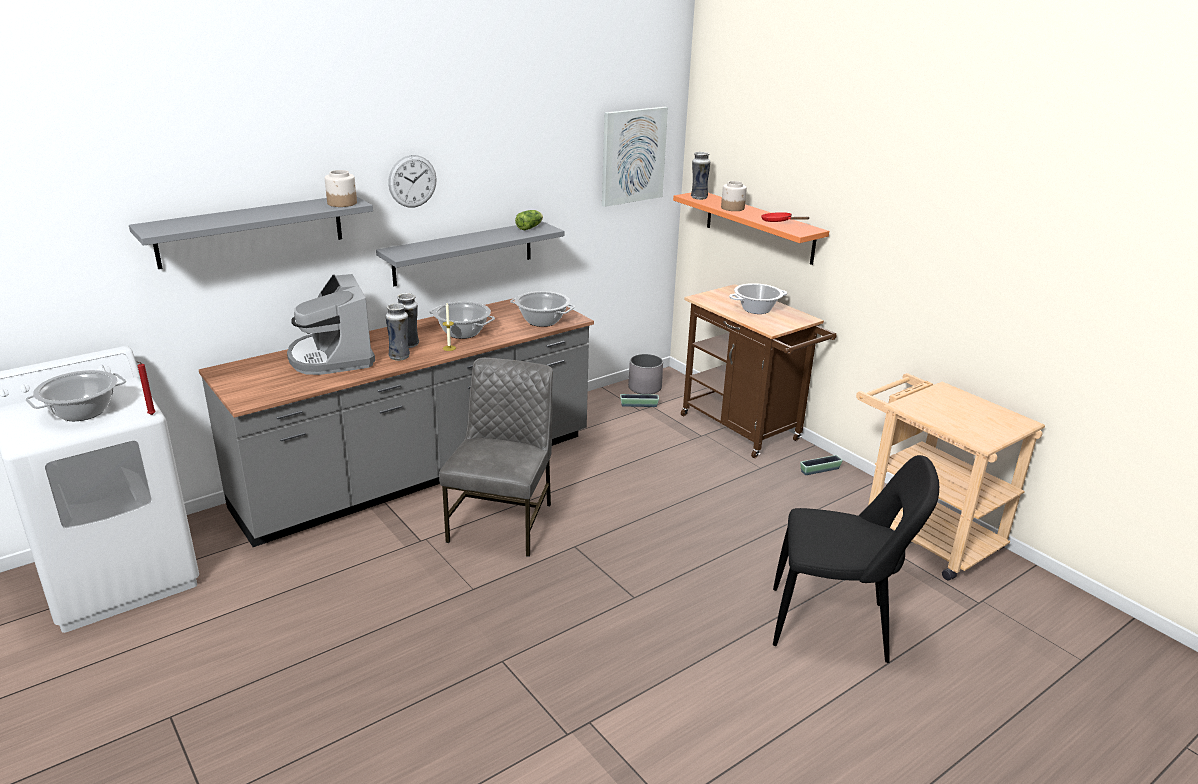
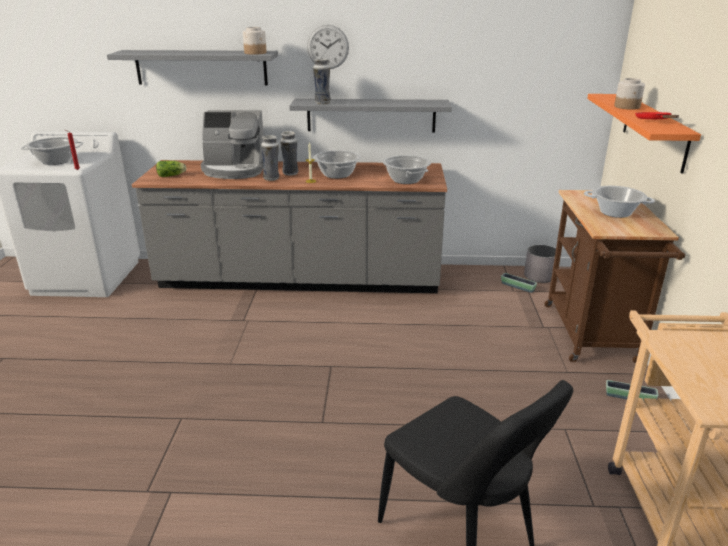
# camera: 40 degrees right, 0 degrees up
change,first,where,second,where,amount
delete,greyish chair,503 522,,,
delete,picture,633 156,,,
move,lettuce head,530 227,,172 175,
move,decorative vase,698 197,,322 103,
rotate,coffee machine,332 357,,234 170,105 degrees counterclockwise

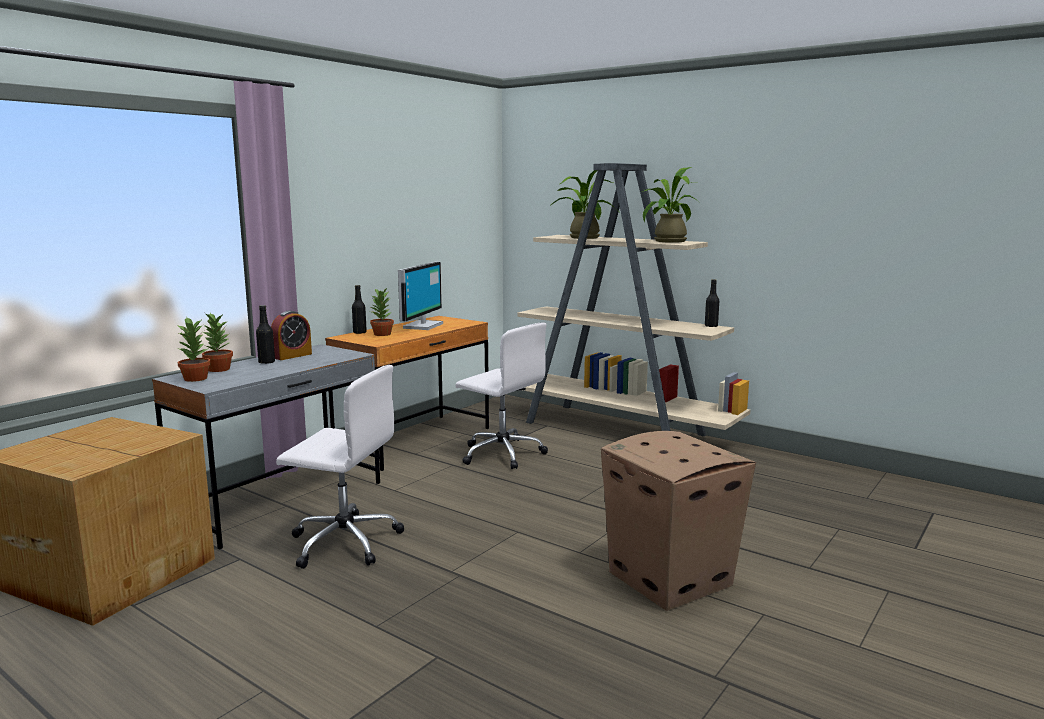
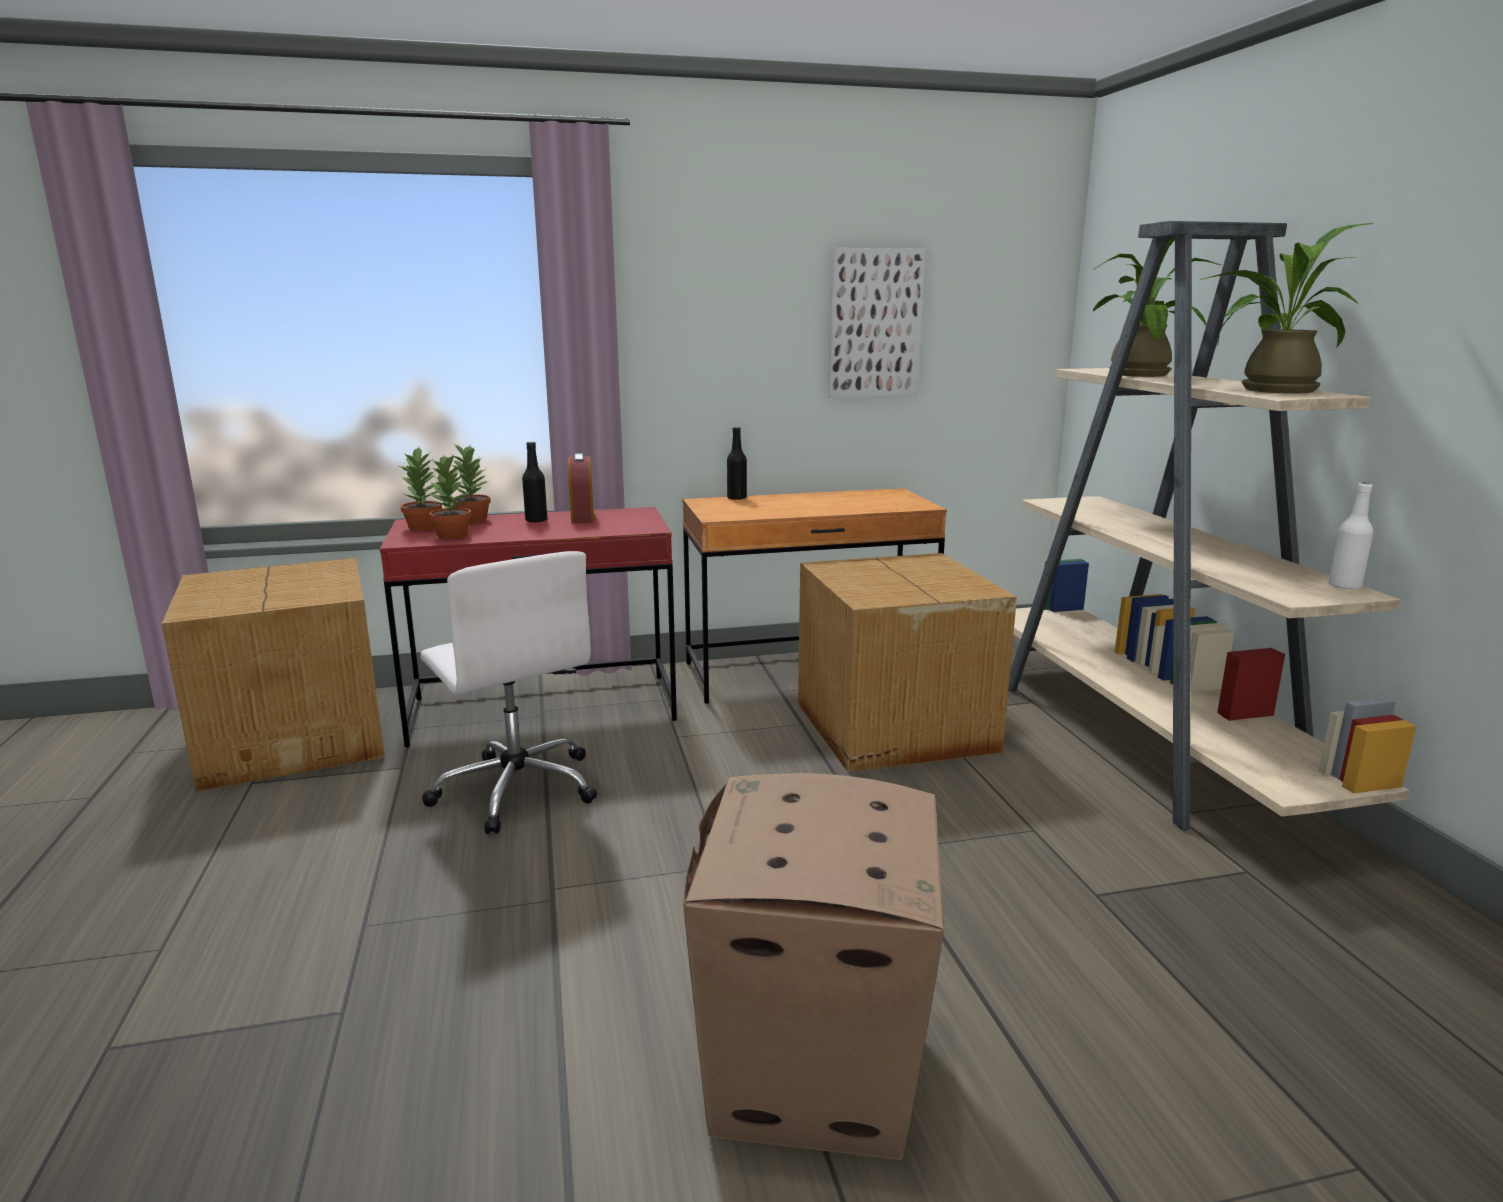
# camera: 40 degrees right, 5 degrees up
change,first,where,second,where,amount
delete,computer display,421 326,,,
insert,,,picture,875 324,
move,potted plant,382 334,,452 536,
replace,white-coloured computer chair,501 453,carton,893 728,
recolor,greyish desk,281 502,red desk,544 710,
recolor,black beverage bottle,711 326,white-coloured beverage bottle,1344 586,
rotate,table clock,292 356,,582 517,90 degrees counterclockwise

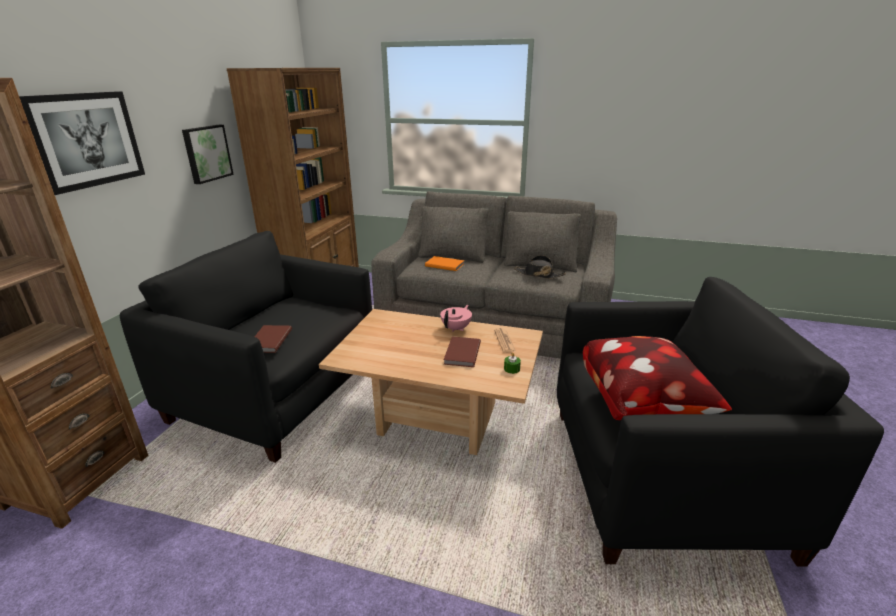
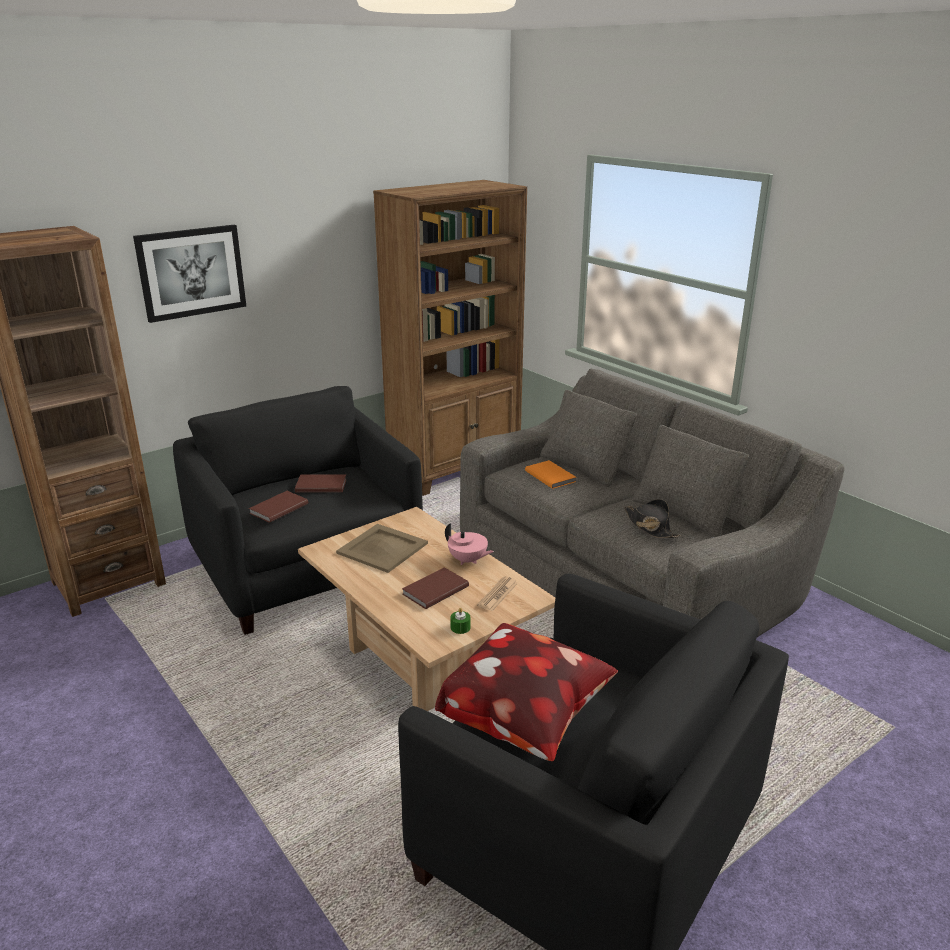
# camera: 35 degrees right, 0 degrees up
change,first,where,second,where,amount
delete,picture,206 153,,,
insert,,,brownish bound book,320 485,
insert,,,beige carrying tray,381 548,
rotate,pinkish pot for tea,456 328,,468 560,60 degrees clockwise

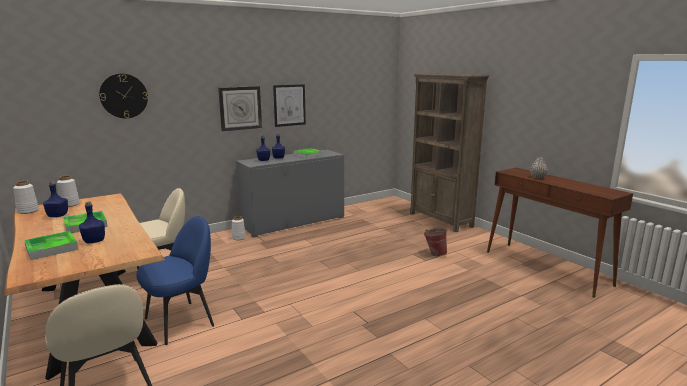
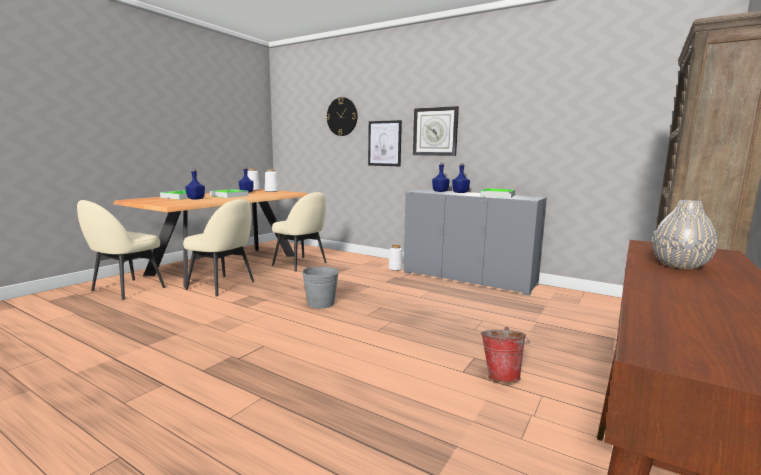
# camera: 65 degrees right, 5 degrees down
change,first,where,second,where,amount
insert,,,greyish water bucket,320 303,
move,picture,289 105,,384 143,
recolor,blue-coloured chair,181 321,beige chair,222 286,

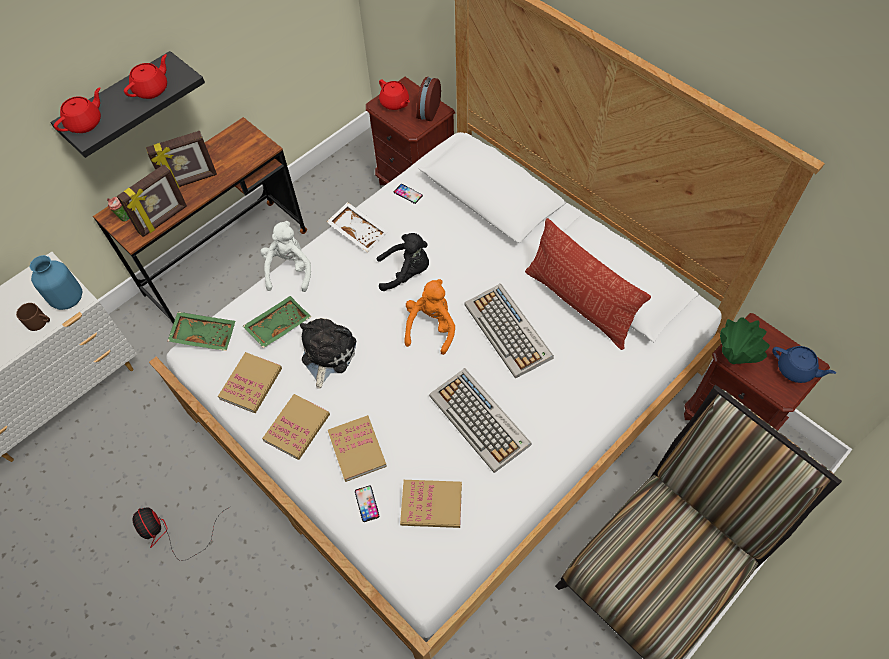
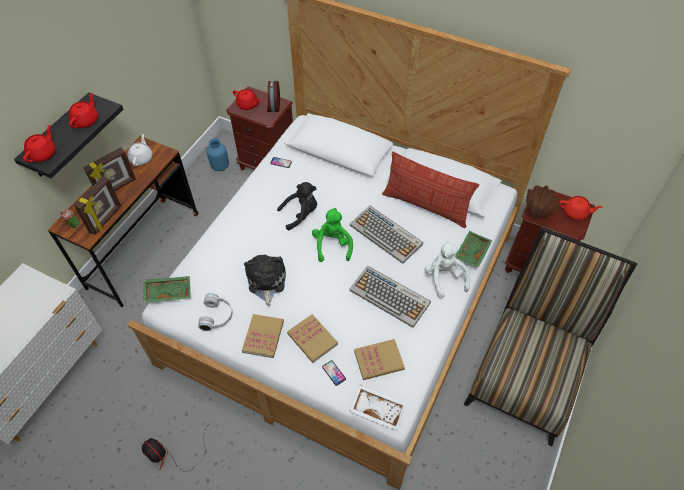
# camera: 20 degrees left, 5 degrees down
change,first,where,second,where,amount
delete,brownish mug,40 322,,,
insert,,,white-coloured pot for tea,142 158,
move,blue-coloured decorative vase,68 299,,219 166,
move,greenish carrying tray,278 325,,471 252,
move,white-coloured soft toy,289 270,,444 278,
move,white-coloured carrying tray,359 231,,378 409,
replace,bound book,251 383,white-coloured headset,217 316,
recolor,orange soft toy,431 327,greenish soft toy,332 245,
recolor,greenish decorative vase,732 358,brownish decorative vase,535 216,
recolor,blue-coloured pot for tea,795 370,red pot for tea,576 213,

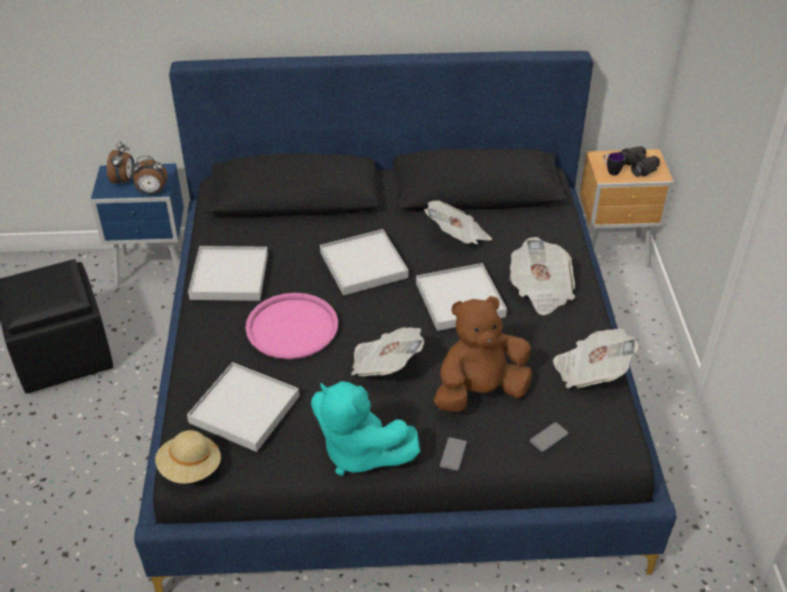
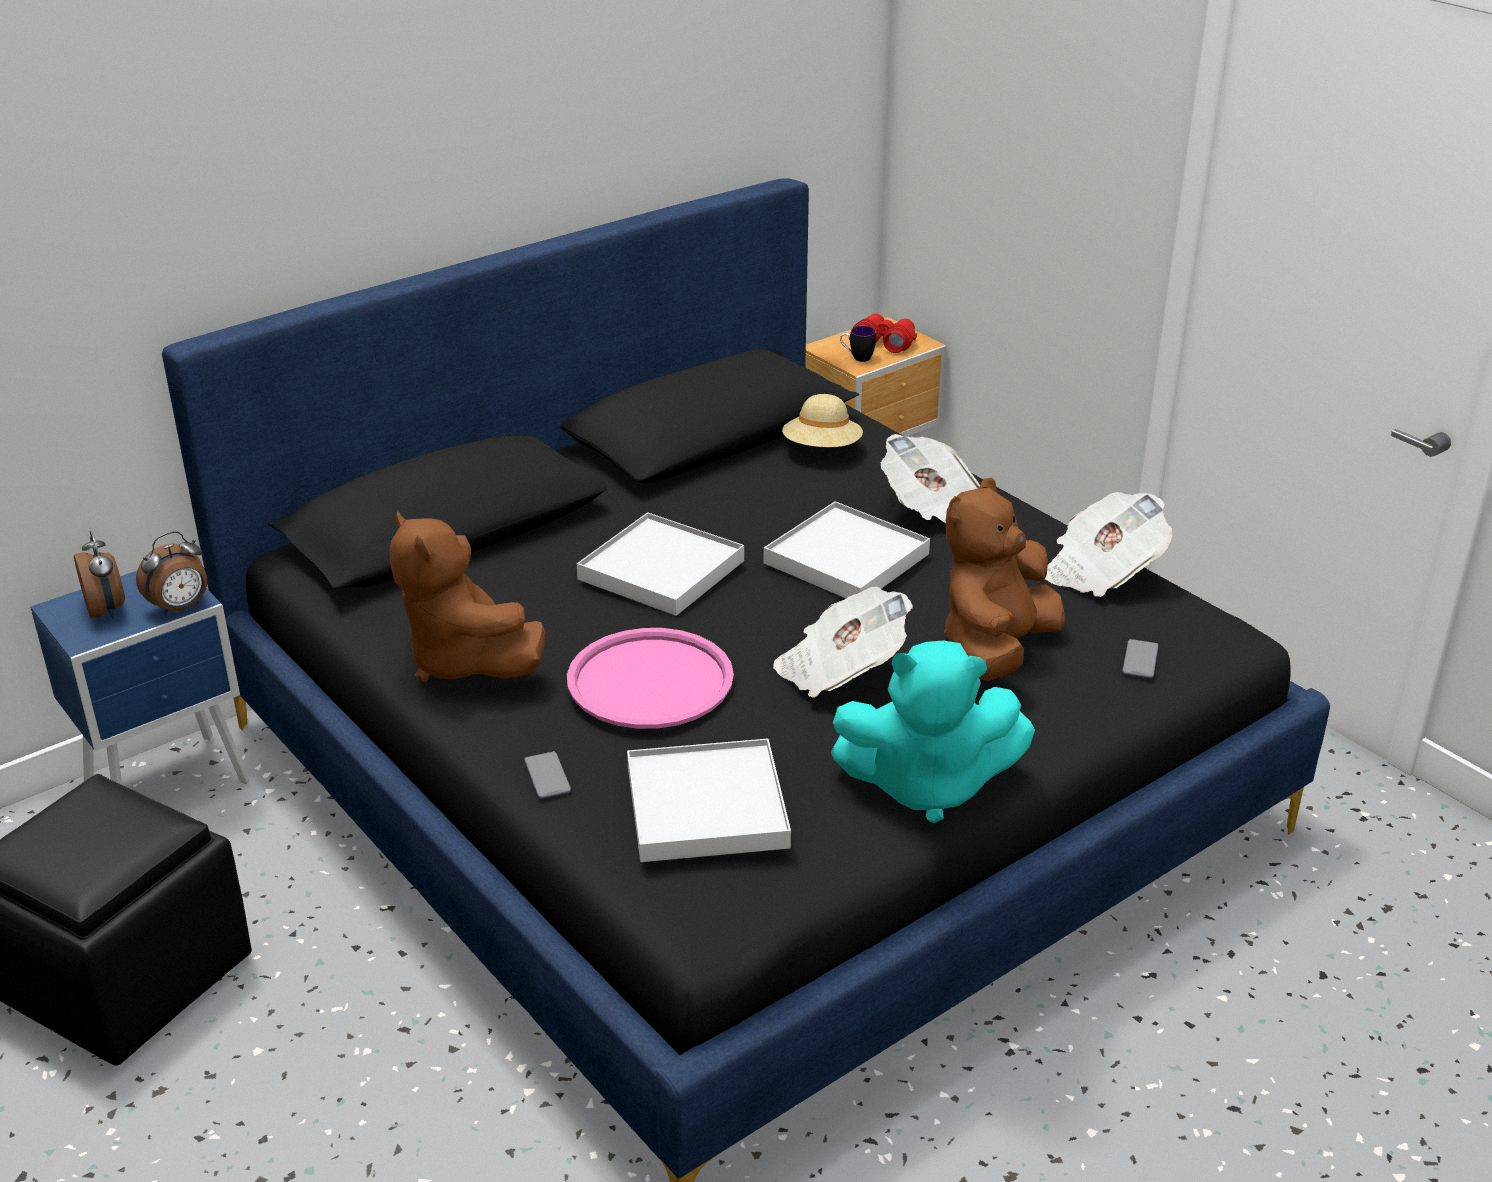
# camera: 35 degrees left, 10 degrees down
change,first,where,second,where,amount
delete,newspaper,457 237,,,
move,beige clothing hat,190 468,,822 449,
move,handset,453 454,,547 776,
replace,white-coloured carrying tray,229 276,brownish soft toy,465 662,
recolor,black field glasses,638 166,red field glasses,884 342,

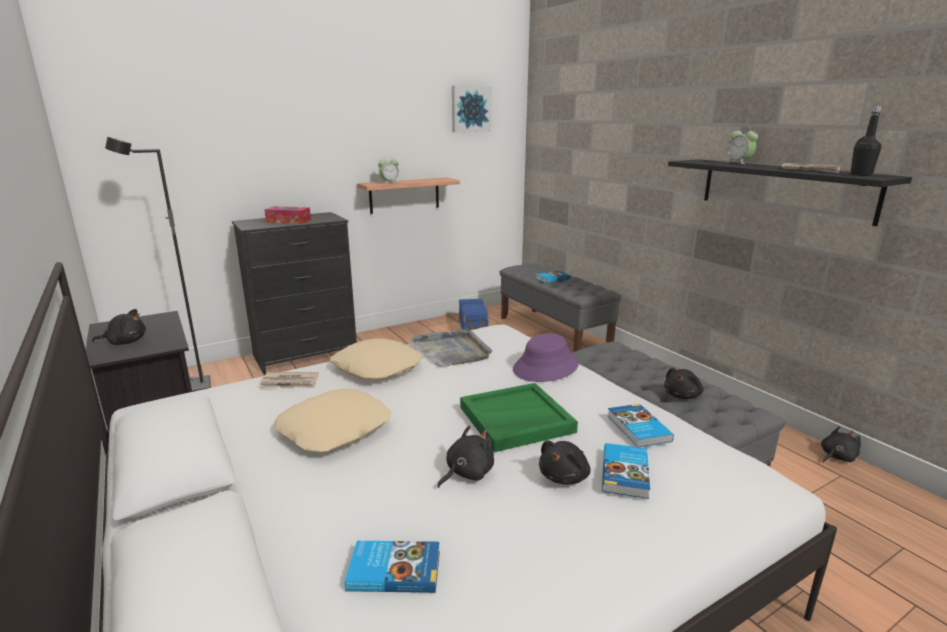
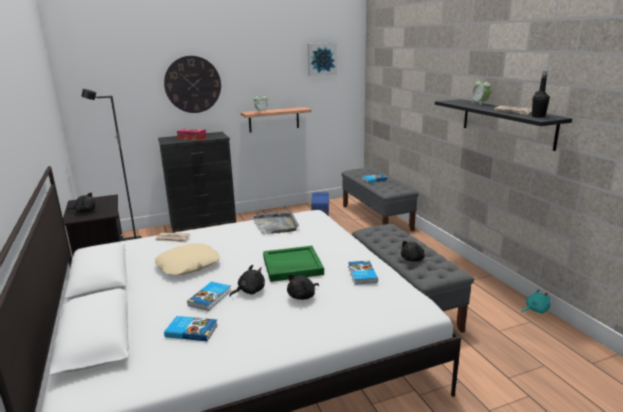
# camera: 10 degrees right, 0 degrees up
change,first,where,second,where,amount
delete,beige throw pillow,376 368,,,
delete,purplish clothing hat,546 367,,,
insert,,,clock on the wall,193 84,
move,bound book,626 473,,210 298,
recolor,black soft toy,836 457,turquoise soft toy,535 310,

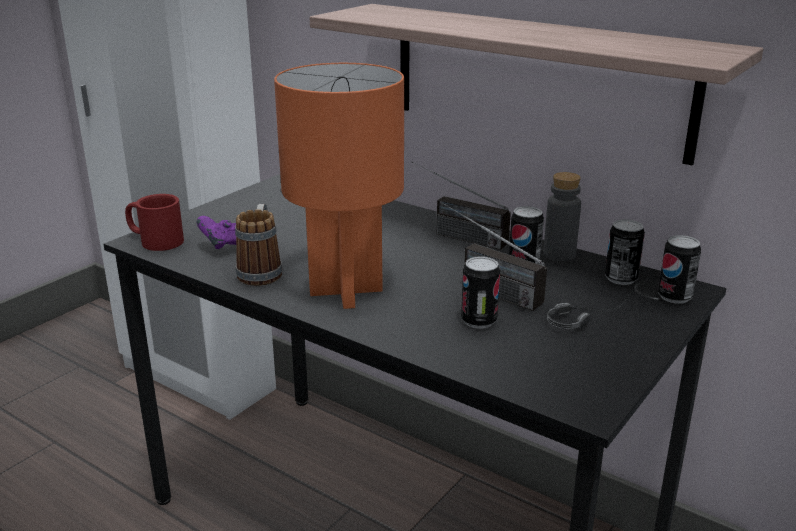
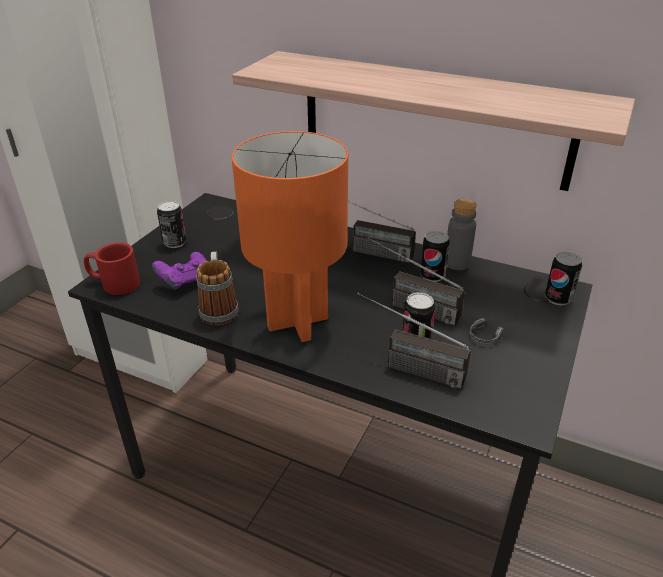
# camera: 10 degrees left, 10 degrees up
change,first,where,second,where,amount
insert,,,radio,406 367,
move,sealed can,621 278,,175 243,

